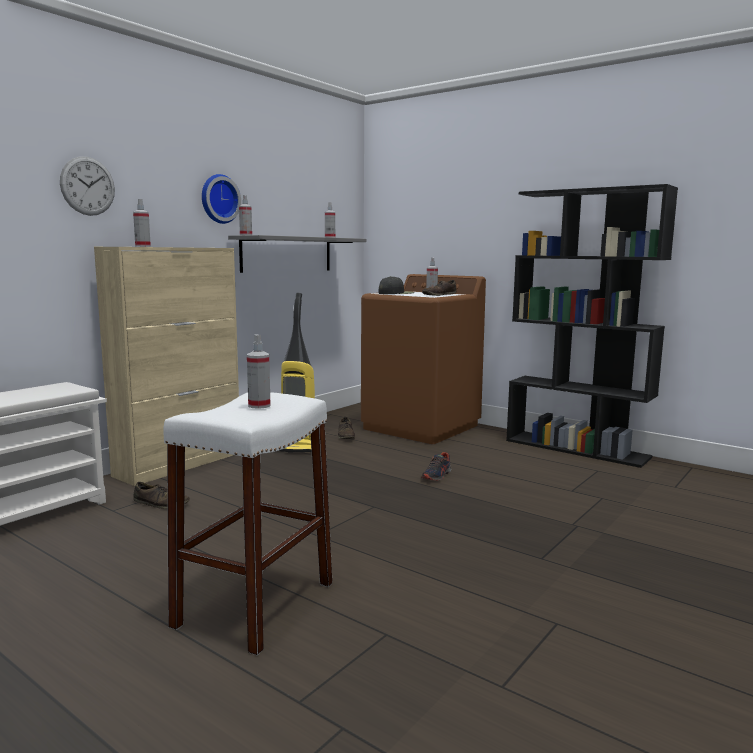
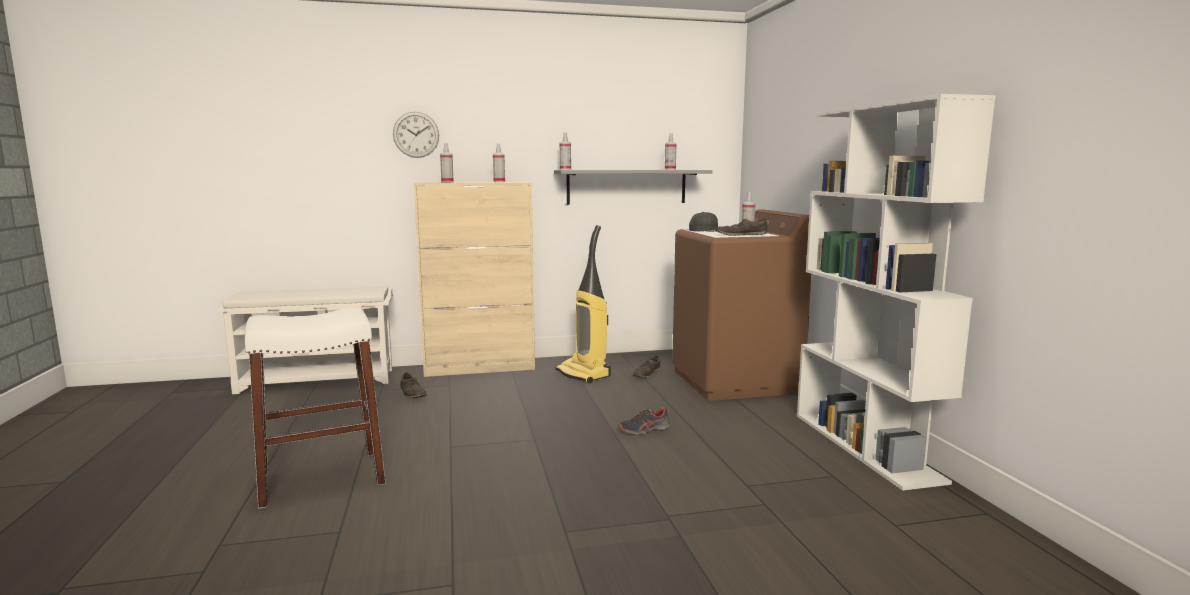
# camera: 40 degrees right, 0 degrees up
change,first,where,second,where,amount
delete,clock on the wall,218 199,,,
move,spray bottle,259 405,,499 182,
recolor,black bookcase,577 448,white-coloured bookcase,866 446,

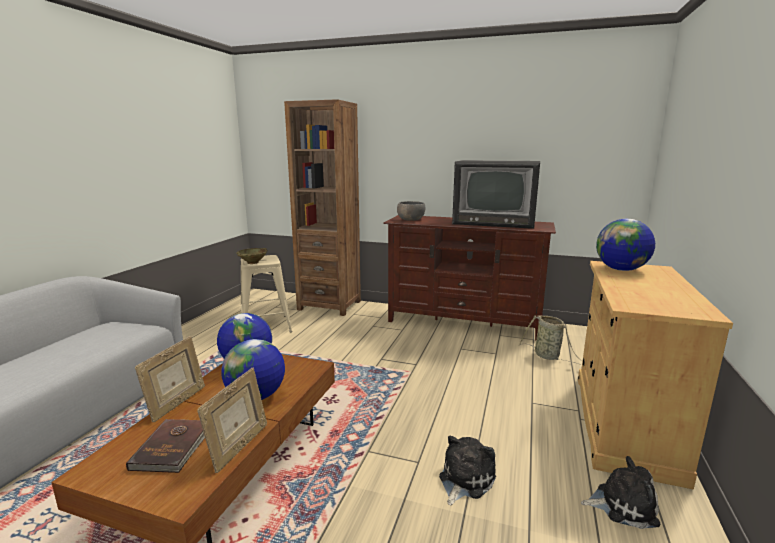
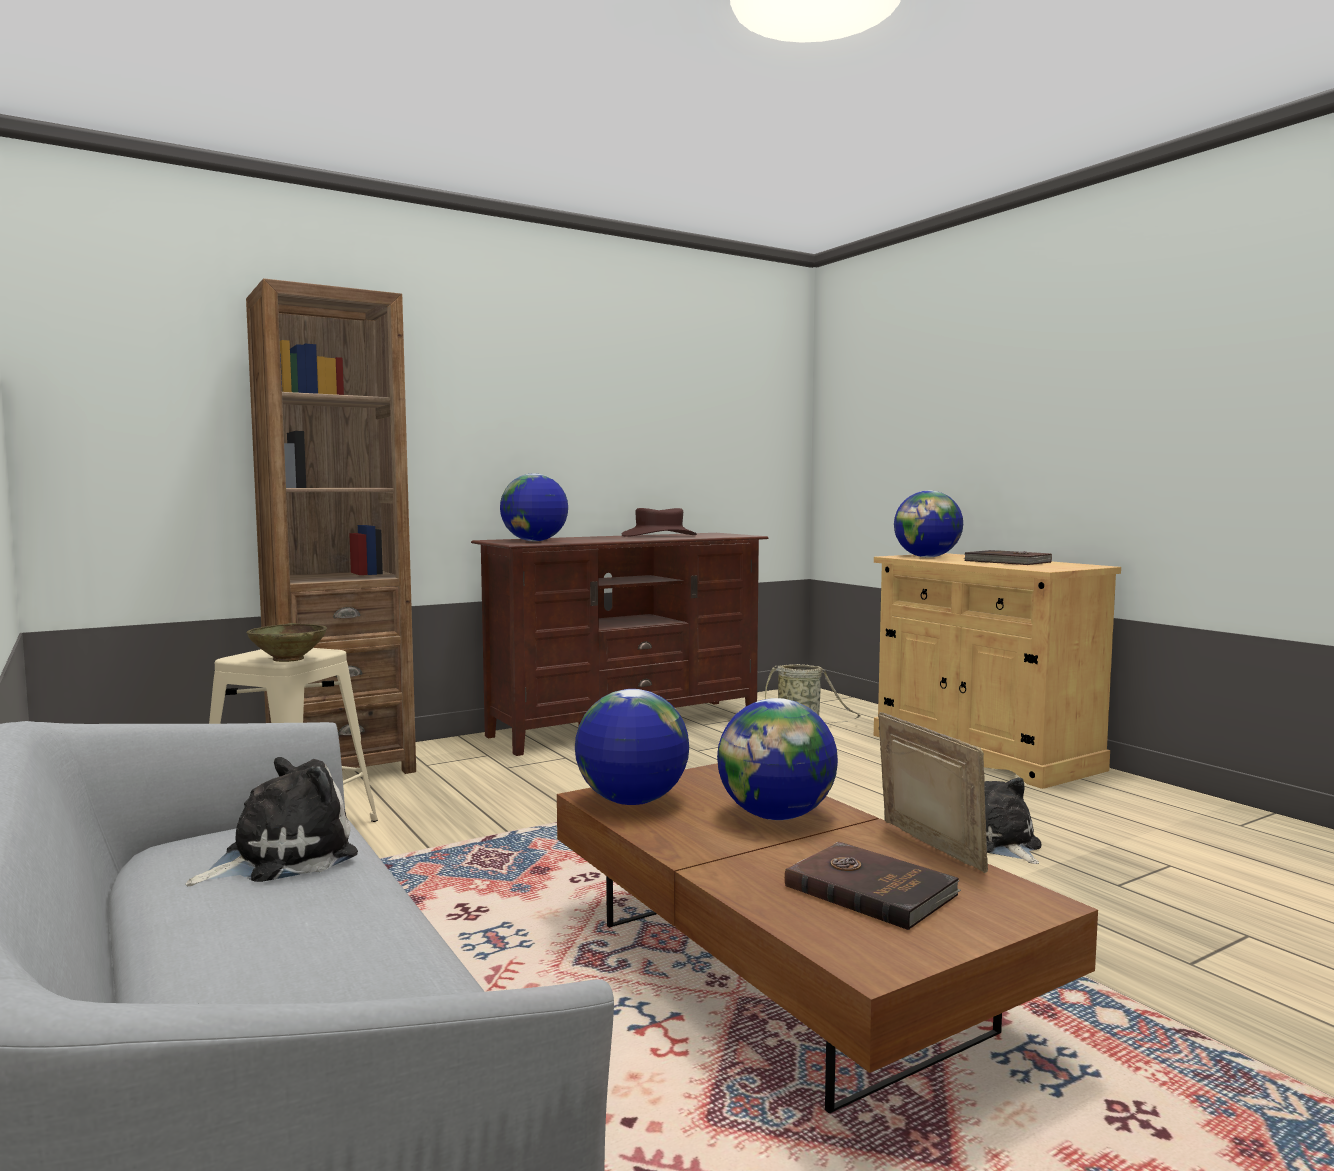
# camera: 50 degrees left, 10 degrees down
change,first,where,second,where,amount
delete,picture frame,176 404,,,
insert,,,brownish bound book,1007 562,
move,soft toy,622 504,,281 857,
replace,greyish serving bowl,410 220,globe,534 541,
replace,TV set,495 222,brownish clothing hat,659 536,

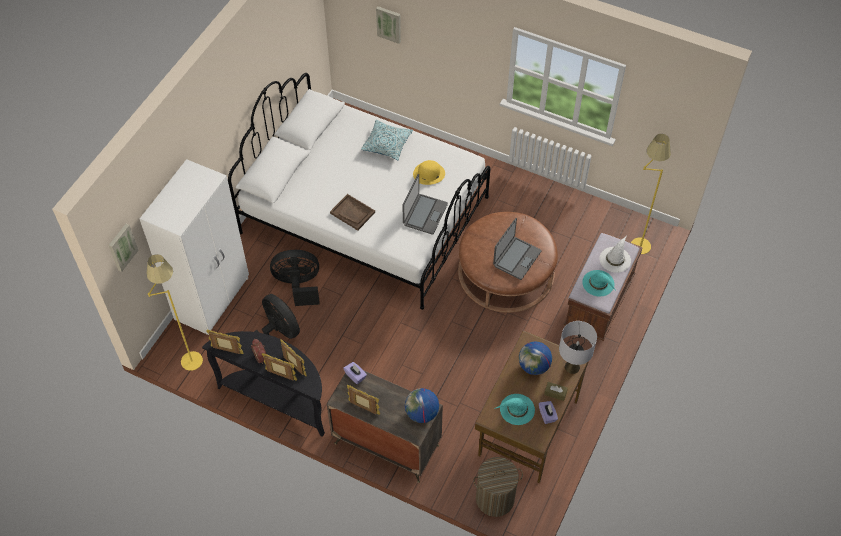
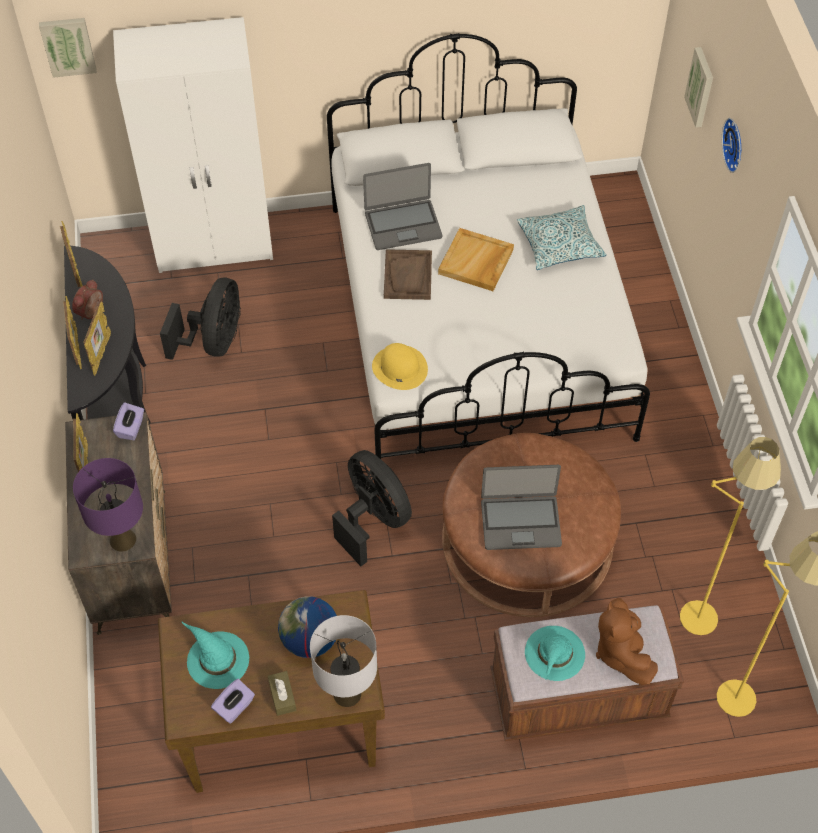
# camera: 55 degrees right, 0 degrees up
change,first,where,second,where,amount
delete,washing basket,494 498,,,
insert,,,beige carrying tray,476 262,
insert,,,clock on the wall,735 144,
move,yellow-coloured standing lamp,187 353,,703 603,
move,black fan,298 285,,373 519,
move,notebook computer,424 214,,403 224,
move,yellow-coloured clothing hat,429 174,,399 367,
replace,globe,421 413,purplish tabletop lamp,123 540,
replace,white-coloured clothing hat,615 259,brownish soft toy,621 652,

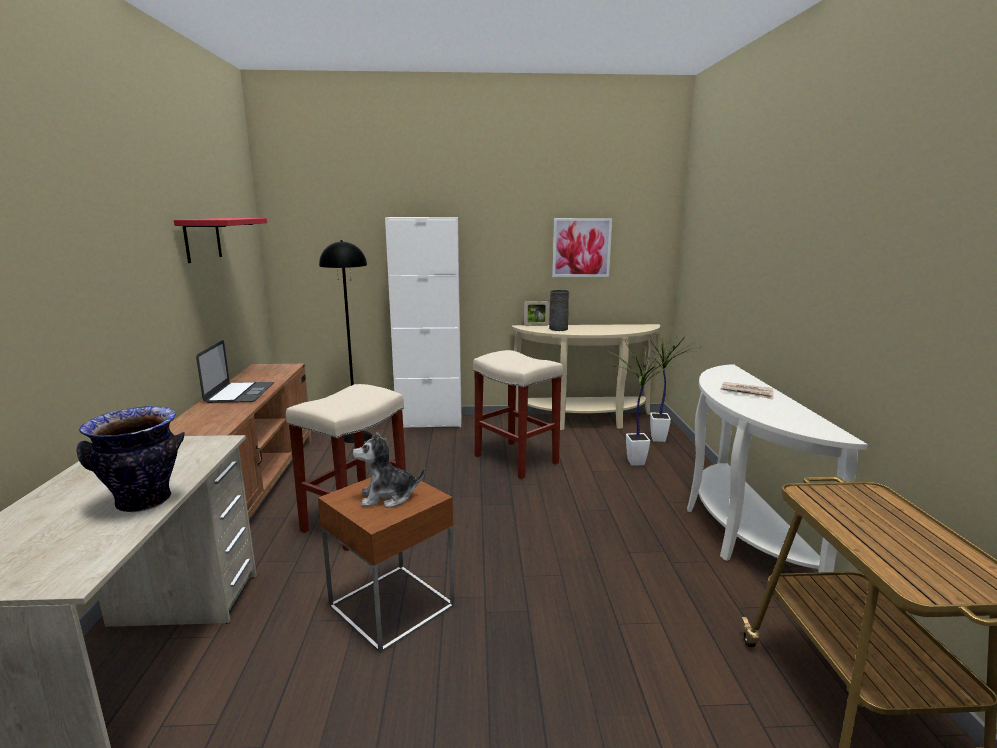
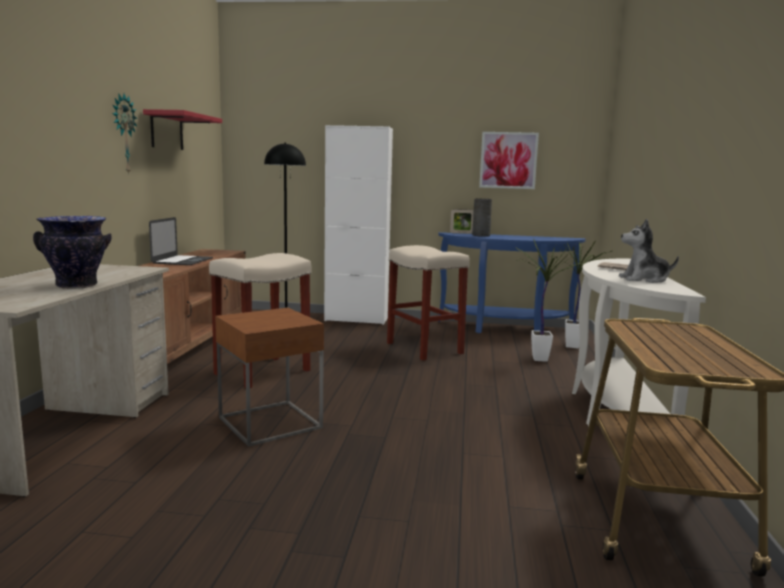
# camera: 10 degrees right, 5 degrees down
change,first,where,second,where,amount
insert,,,clock on the wall,123 134,
move,soft toy,388 497,,644 279,
recolor,beige hall table,585 421,blue-coloured hall table,505 329,

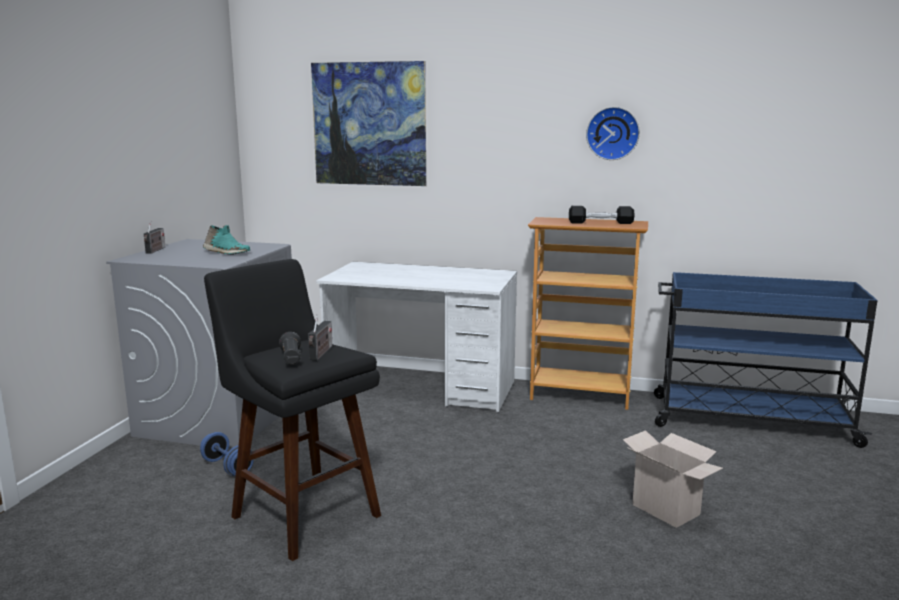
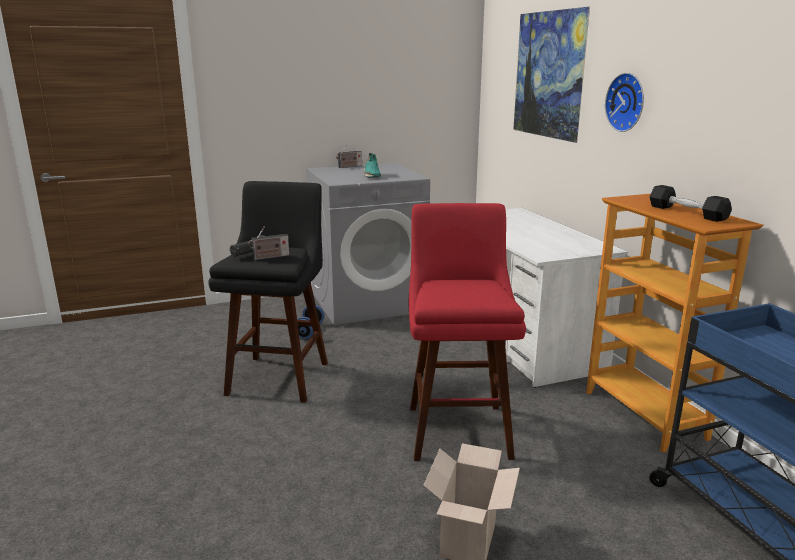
# camera: 55 degrees right, 5 degrees up
change,first,where,second,where,amount
insert,,,red stool,458 427,
move,clock on the wall,612 133,,627 102,

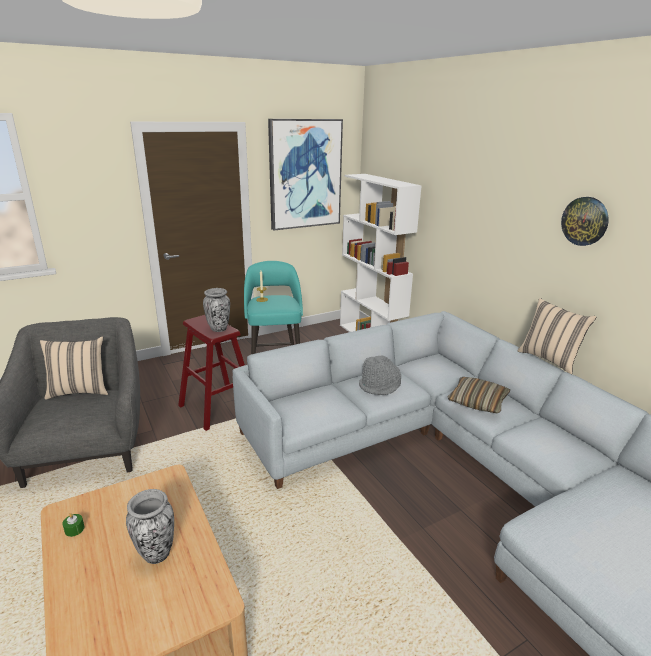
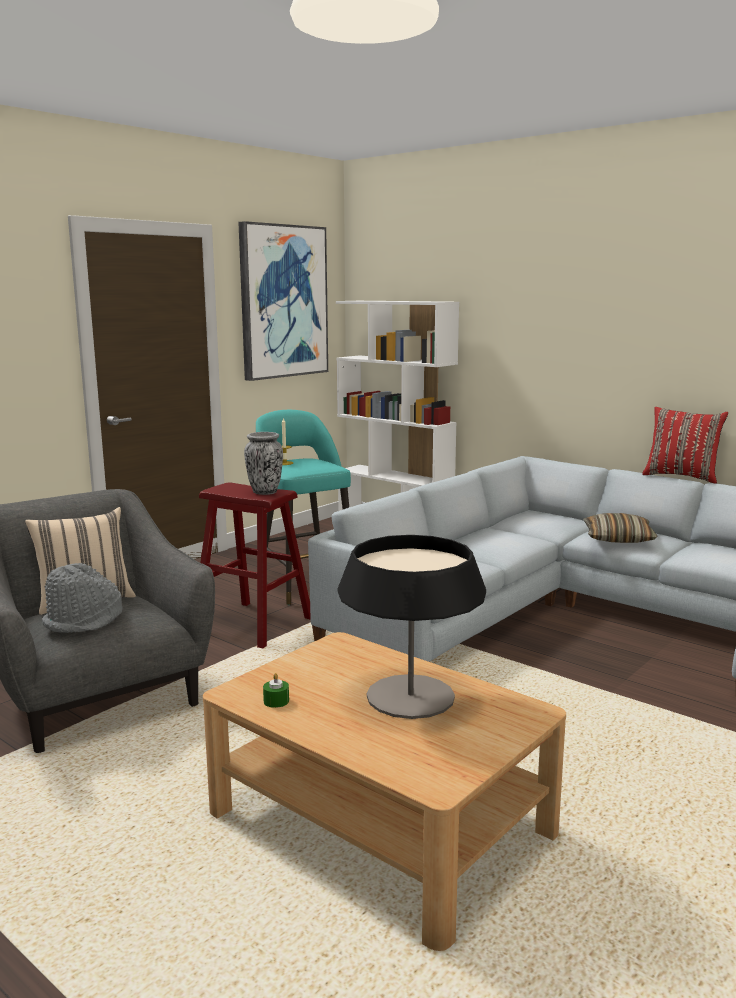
# camera: 20 degrees left, 10 degrees down
change,first,where,second,where,amount
delete,clock on the wall,585 221,,,
move,greyish clothing hat,380 386,,84 621,
replace,decorative vase,156 553,tabletop lamp,410 696,
recolor,beige throw pillow,549 359,red throw pillow,681 477,

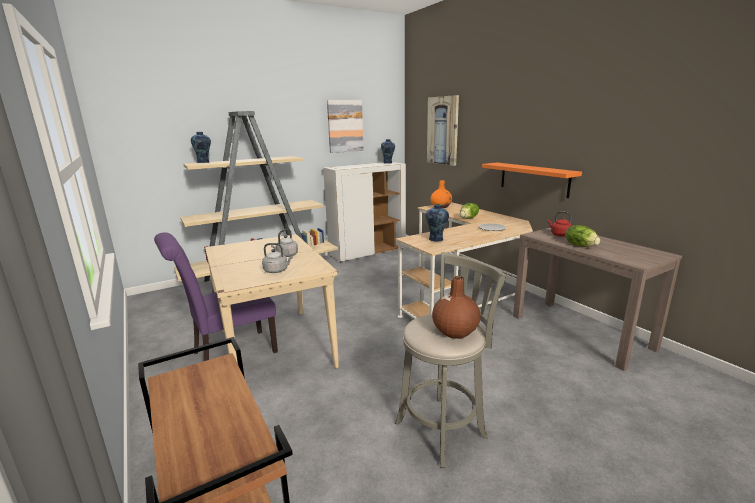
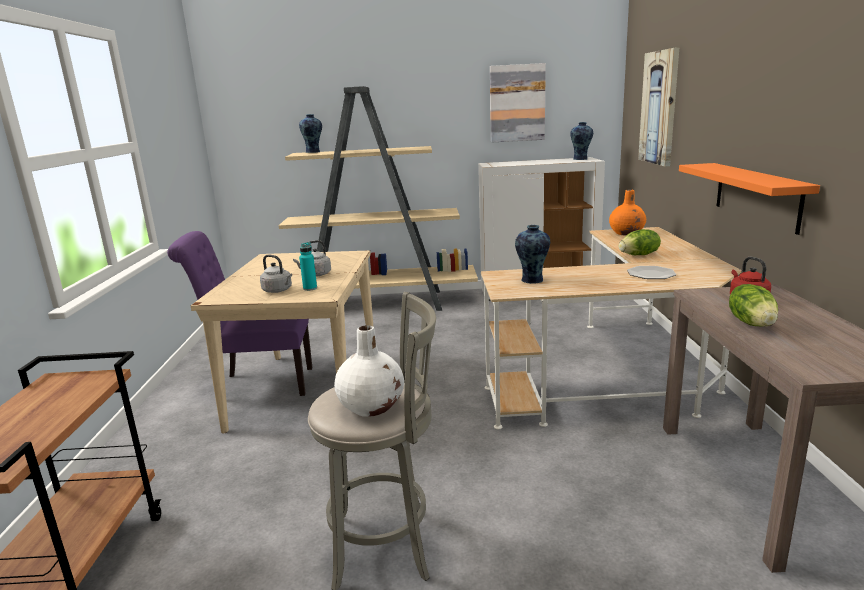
# camera: 30 degrees right, 0 degrees up
change,first,where,second,where,amount
insert,,,turquoise beverage bottle,310 288,
recolor,brownish decorative vase,455 331,white-coloured decorative vase,372 406,

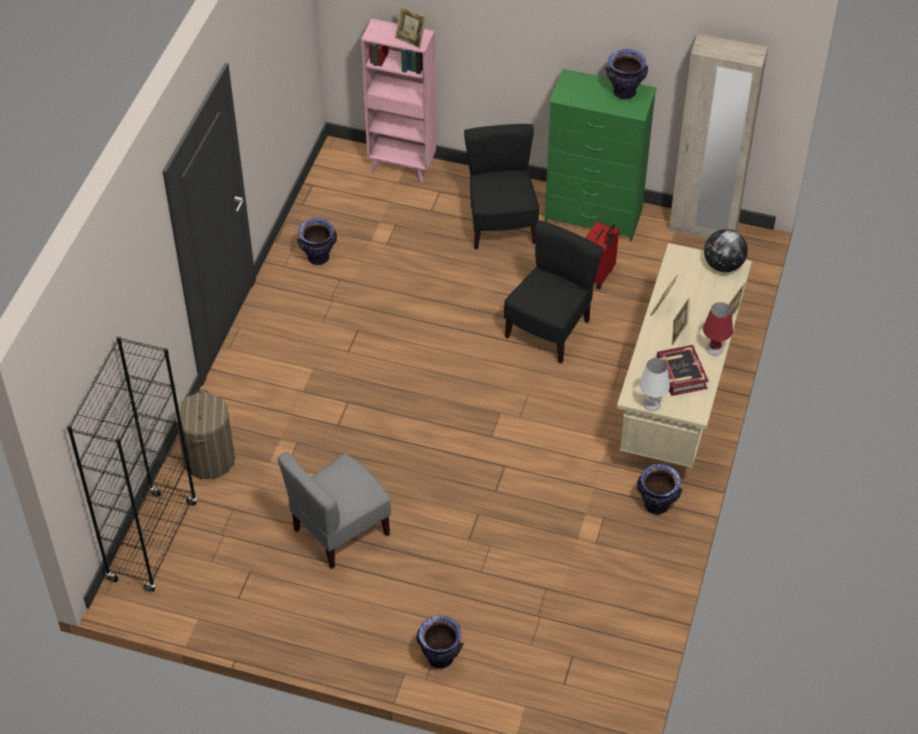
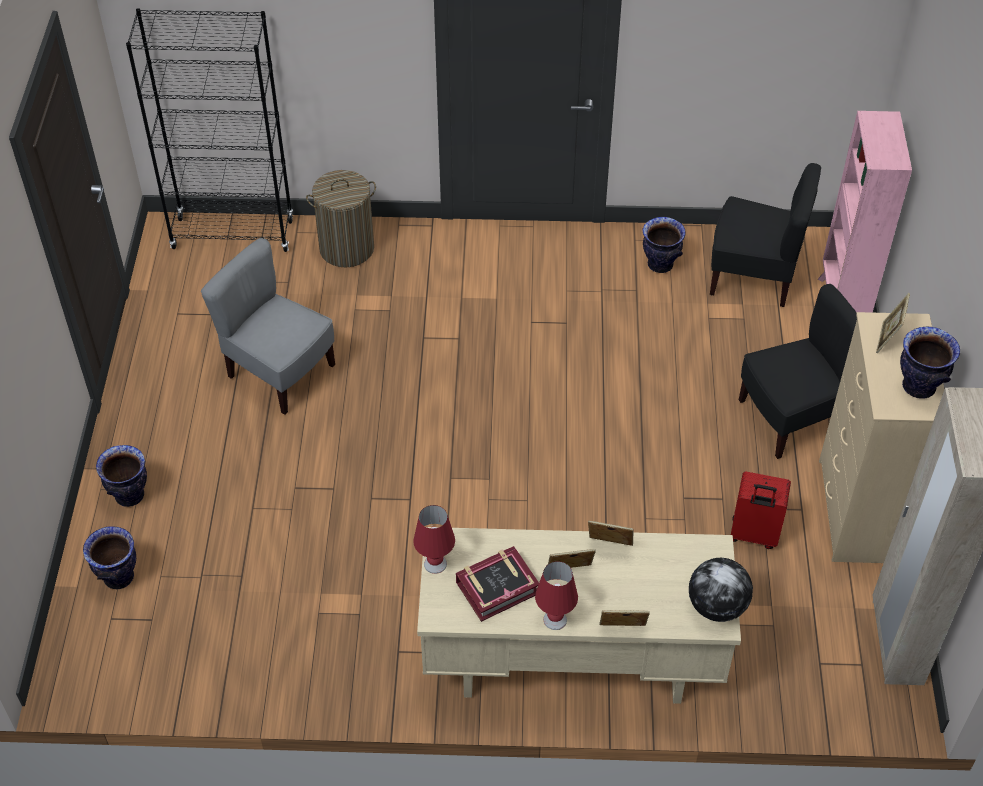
# camera: 75 degrees right, 0 degrees up
change,first,where,second,where,amount
move,picture frame,410 40,,887 339,
move,black chair,549 330,,753 277,
move,decorative vase,656 506,,118 577,
recolor,greenish chest of drawers,594 217,beige chest of drawers,856 512,
recolor,white-coloured tabletop lamp,651 404,red tabletop lamp,435 563,

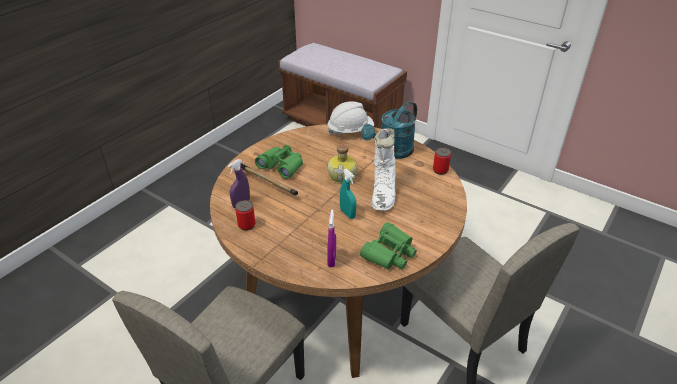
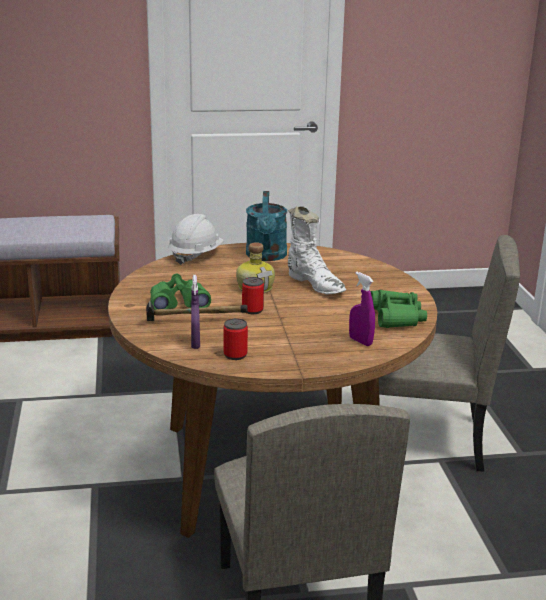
# camera: 45 degrees left, 15 degrees down
change,first,where,second,where,amount
delete,turquoise spray bottle,347 213,,,
move,sealed can,440 170,,252 310,

